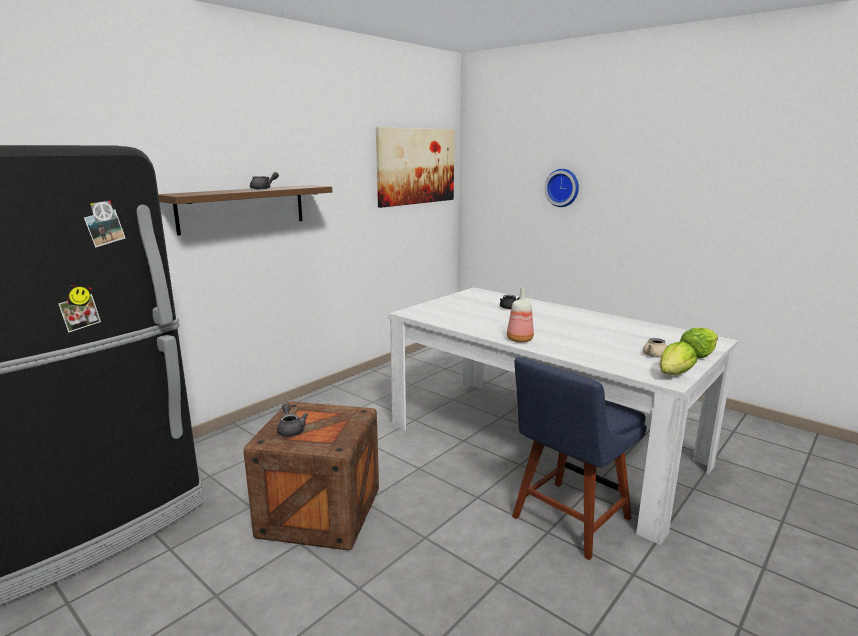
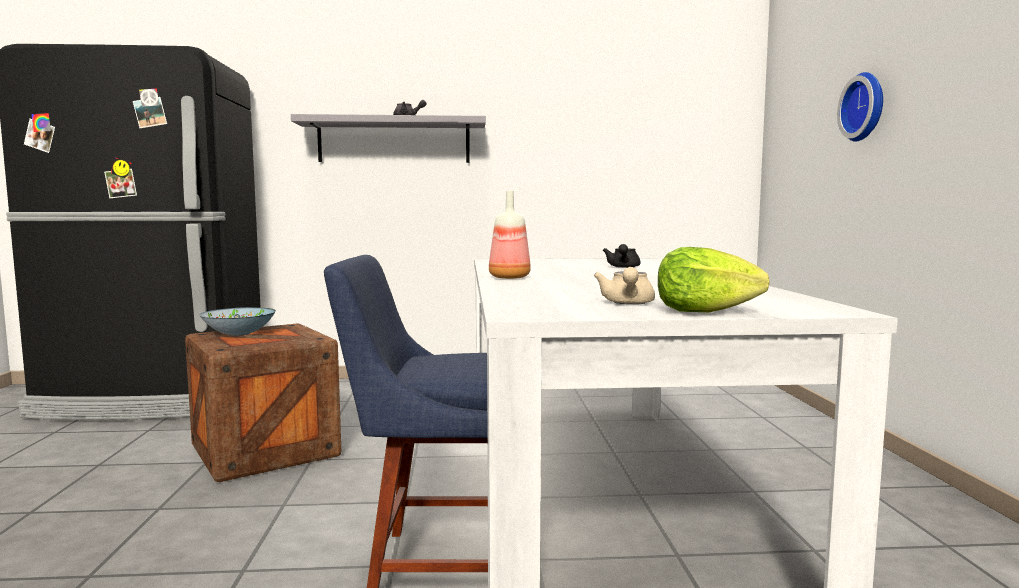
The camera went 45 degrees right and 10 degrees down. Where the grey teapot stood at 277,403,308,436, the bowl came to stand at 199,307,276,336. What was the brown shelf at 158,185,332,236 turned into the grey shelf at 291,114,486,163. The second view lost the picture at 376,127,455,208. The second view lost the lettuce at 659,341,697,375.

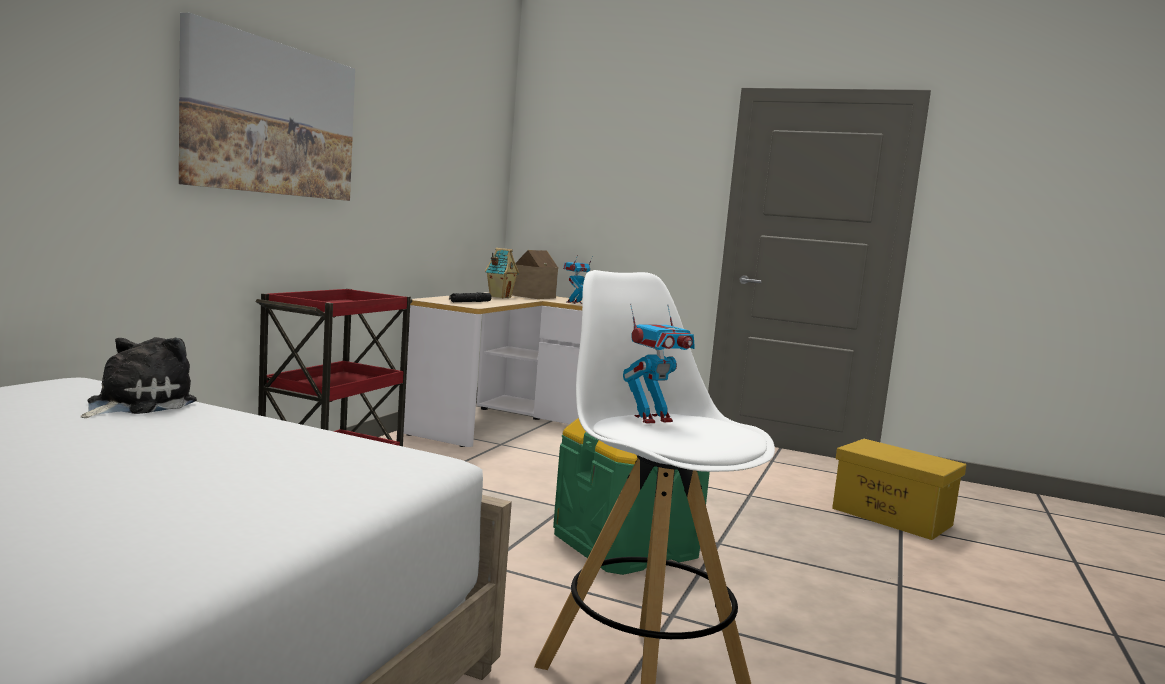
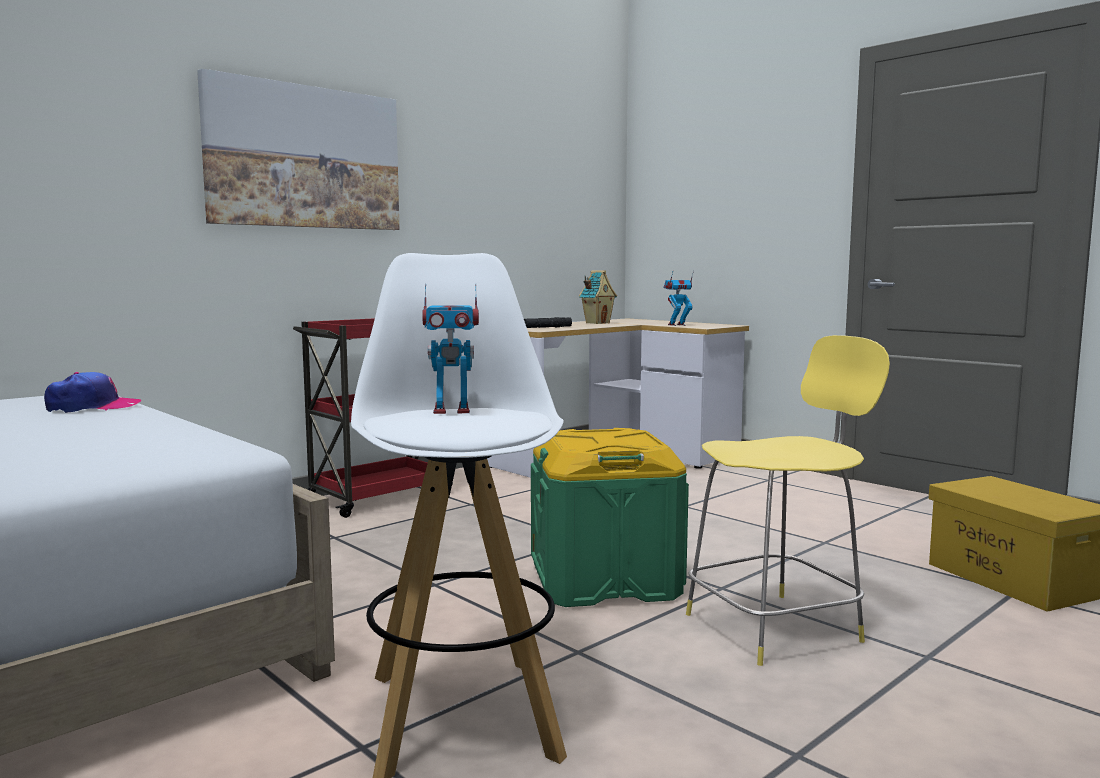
The camera went 25 degrees right and 0 degrees up. Where the plush toy stood at 80,337,197,418, the cap came to stand at 44,372,141,413. The second view gained the yellow stool at 686,335,890,666. The second view lost the toy house at 512,250,558,299.

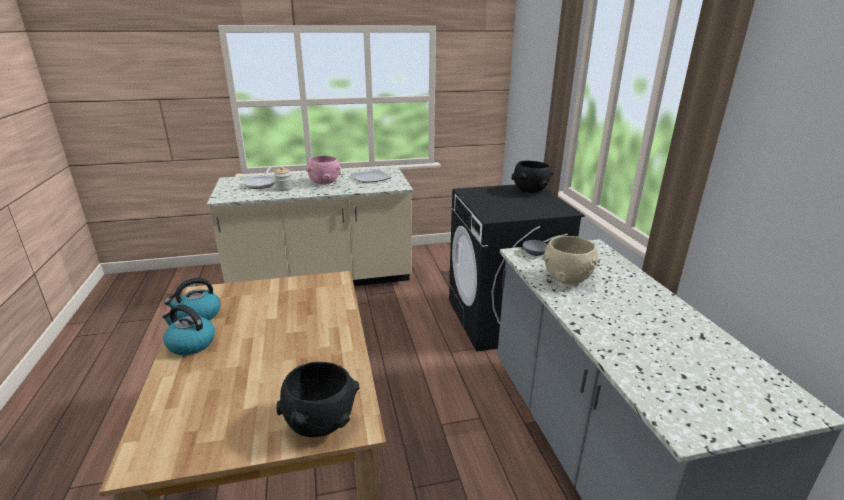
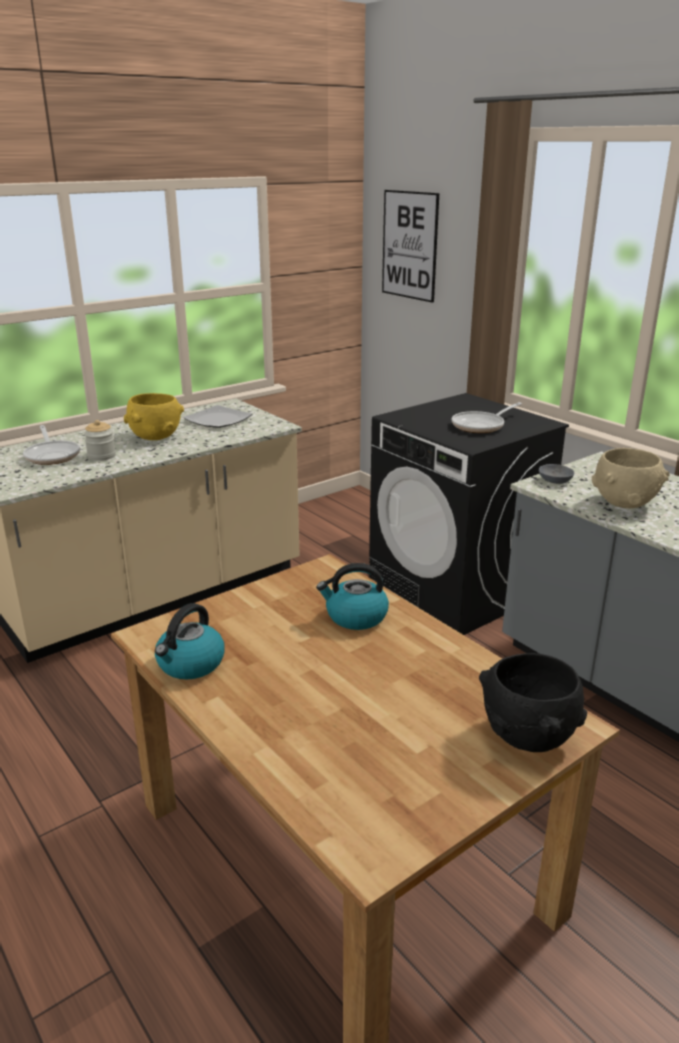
The camera went 25 degrees left and 0 degrees up. What was the pink bowl at 306,155,341,185 turned into the yellow bowl at 124,393,184,440. The kettle ended up elsewhere, having gone from 162,304,215,355 to 316,563,389,630. The second view gained the picture at 382,190,439,303. The second view gained the frying pan at 452,402,522,433. The second view lost the black bowl at 512,161,554,193.

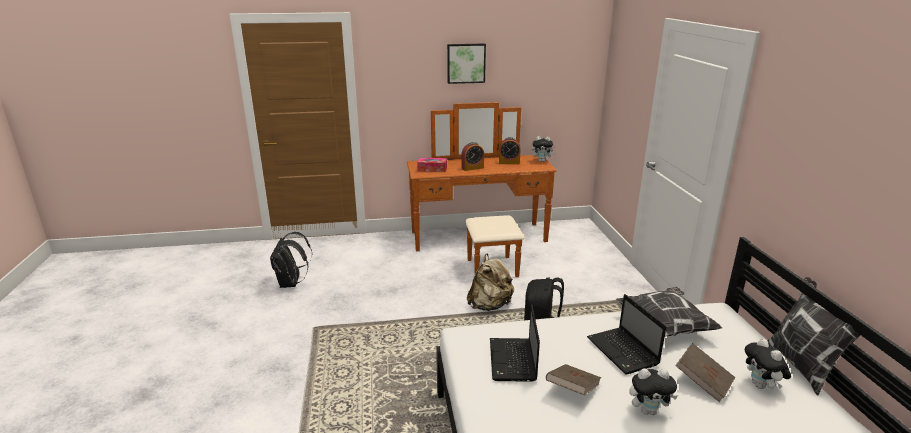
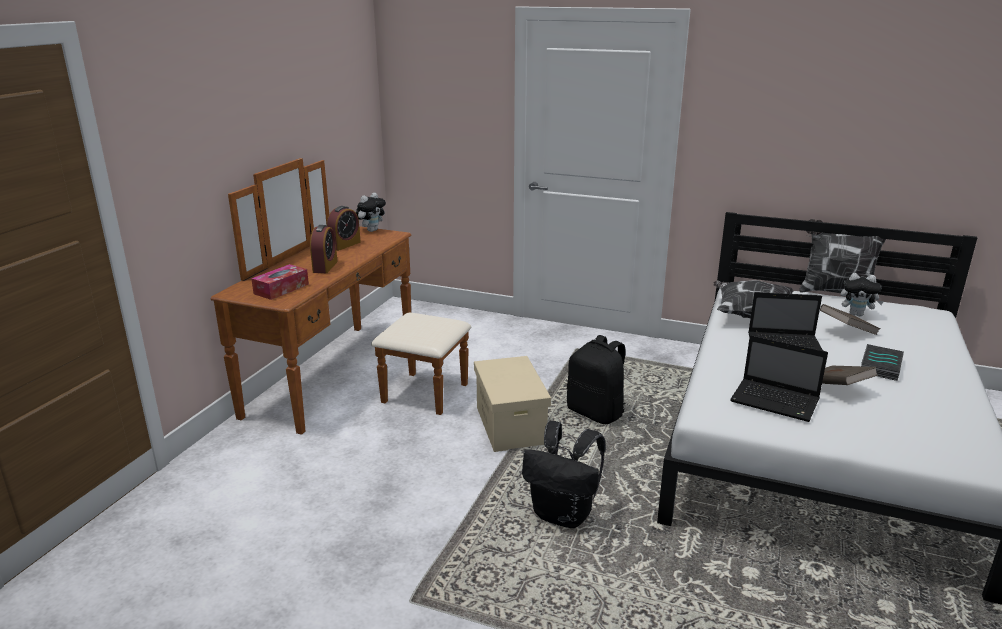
The camera went 60 degrees left and 0 degrees up. Where the beige backpack stood at 467,253,514,311, the beige storage box came to stand at 474,356,551,452. The black backpack ended up elsewhere, having gone from 270,232,312,288 to 522,421,606,528. Where the plush toy stood at 629,368,678,415, the book came to stand at 861,344,904,381. The second view lost the picture at 447,43,486,84.

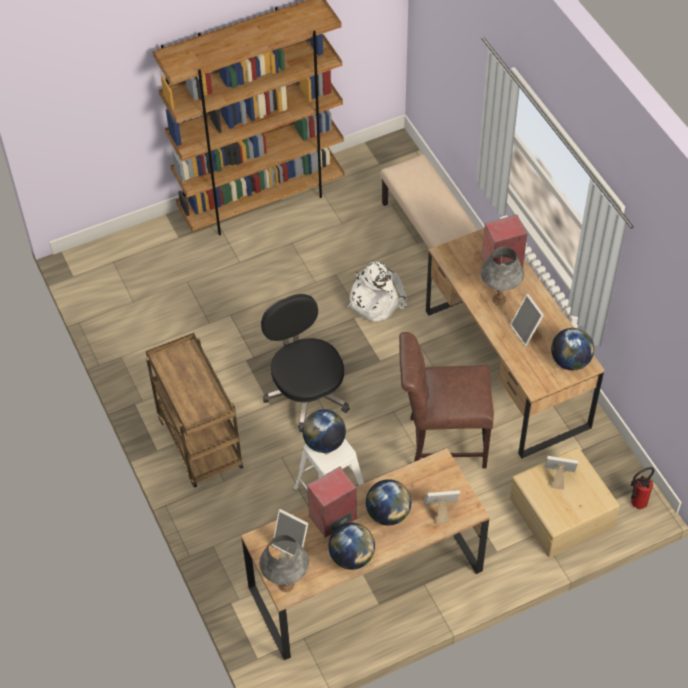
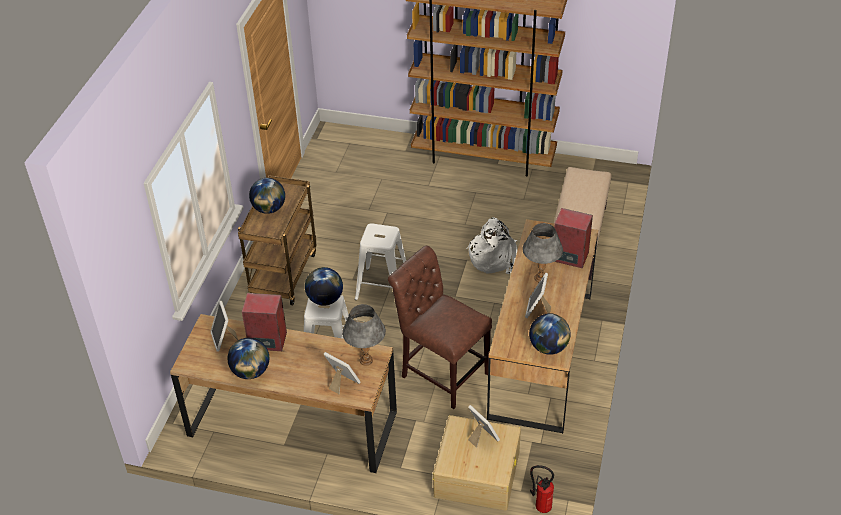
The camera went 40 degrees right and 10 degrees down. The globe ended up elsewhere, having gone from 366,479,411,525 to 249,178,285,214. The grey table lamp ended up elsewhere, having gone from 259,535,309,592 to 342,304,386,366. Where the black office chair stood at 261,294,350,432, the white stool came to stand at 355,223,406,300.

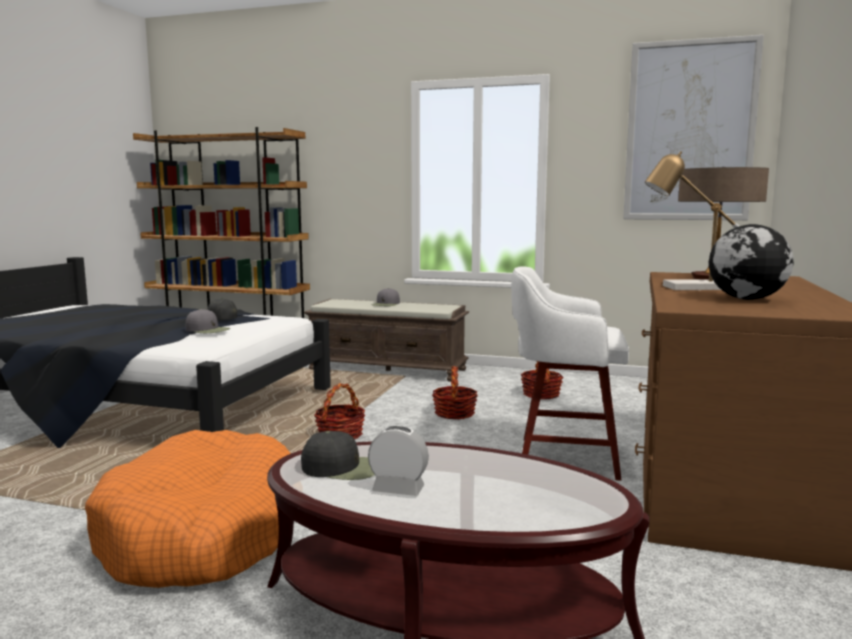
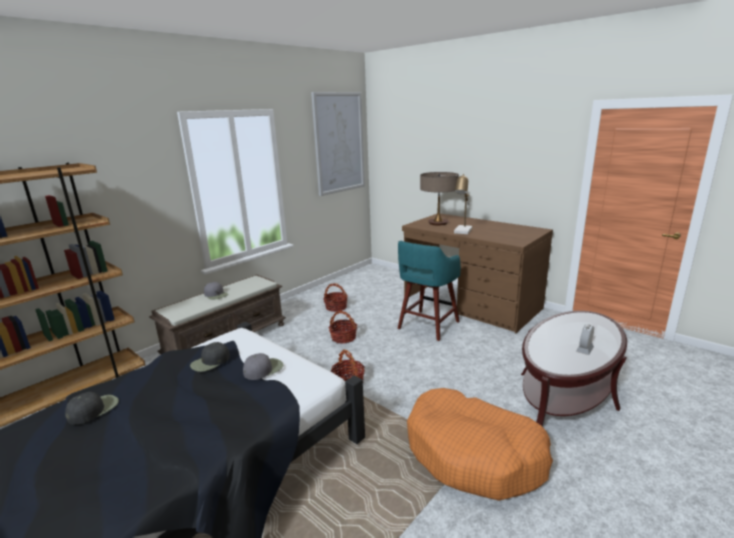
The camera went 65 degrees left and 10 degrees up. The black cap ended up elsewhere, having gone from 301,431,375,480 to 65,392,119,425. What was the white stool at 511,266,629,481 turned into the turquoise stool at 397,241,461,341. The second view lost the globe at 709,224,794,300.

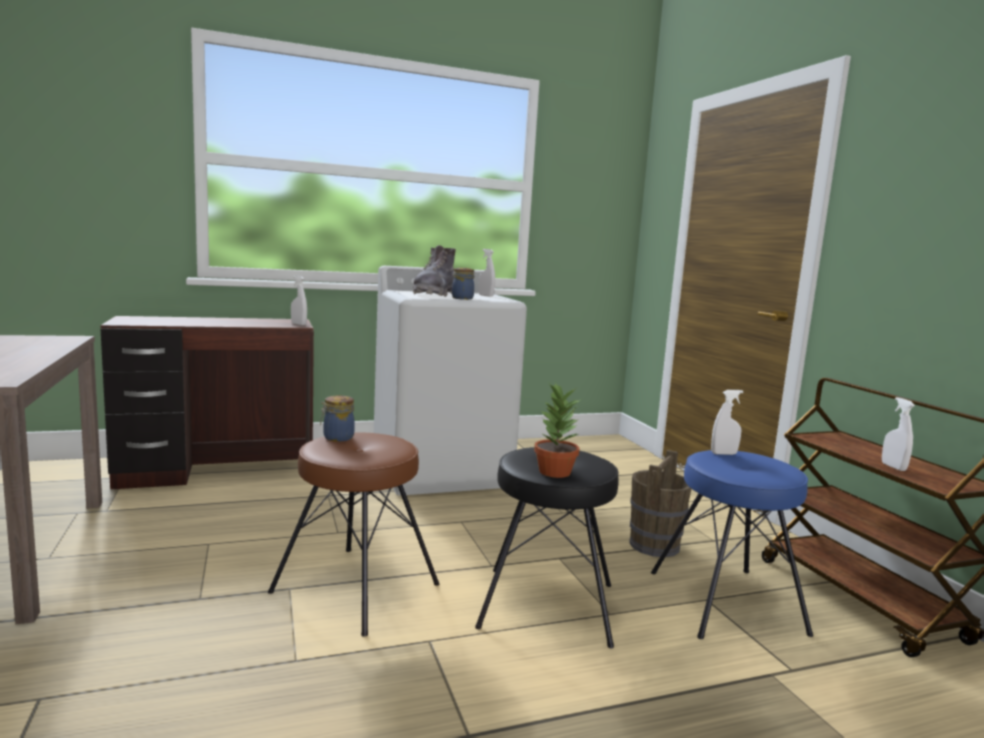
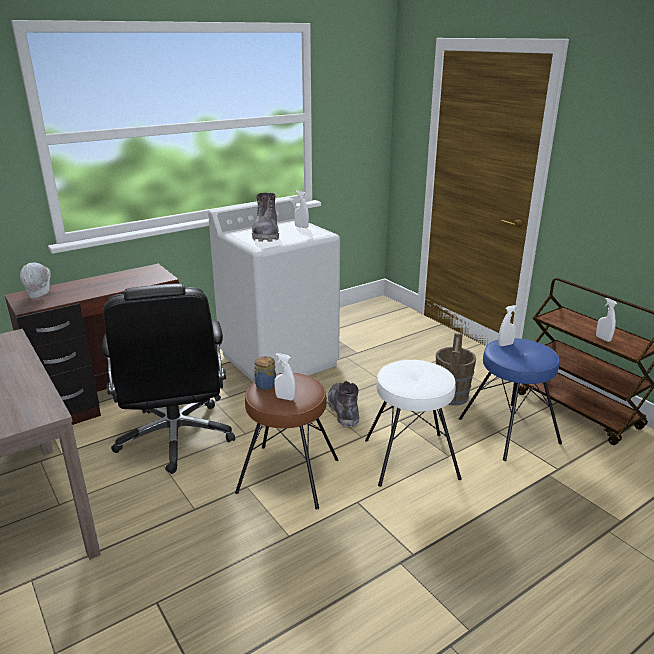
The camera went 15 degrees left and 15 degrees up. The second view gained the white hard hat at 20,262,51,298. The second view gained the black office chair at 102,283,235,474. The white spray bottle ended up elsewhere, having gone from 291,276,307,325 to 274,353,296,400. The second view gained the grey boot at 328,381,359,428. What was the black stool at 475,447,619,649 turned into the white stool at 365,360,462,487. The second view lost the jar at 452,268,474,300. The second view lost the potted plant at 534,383,580,478.

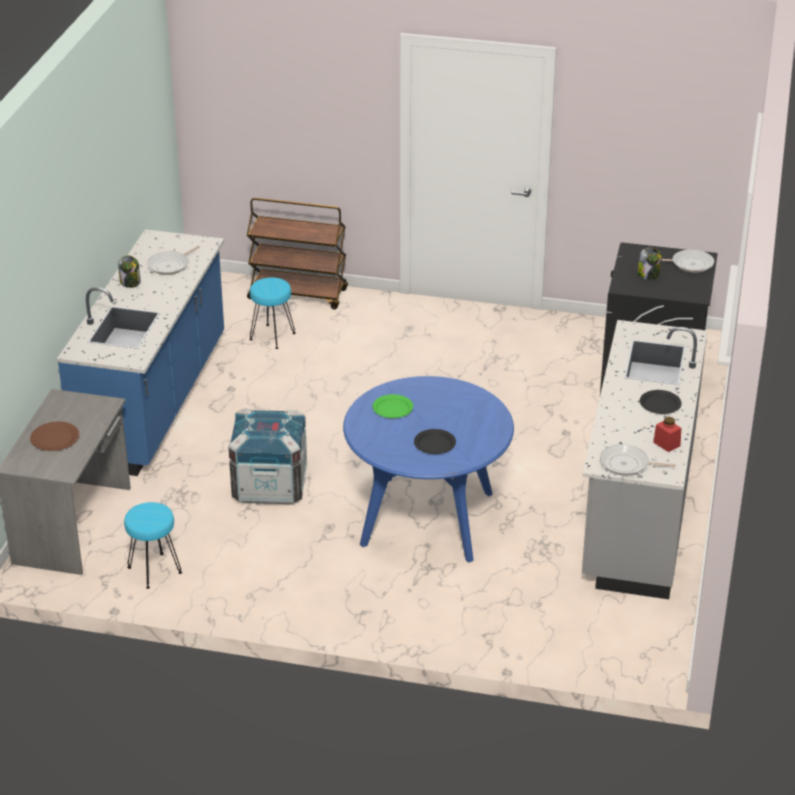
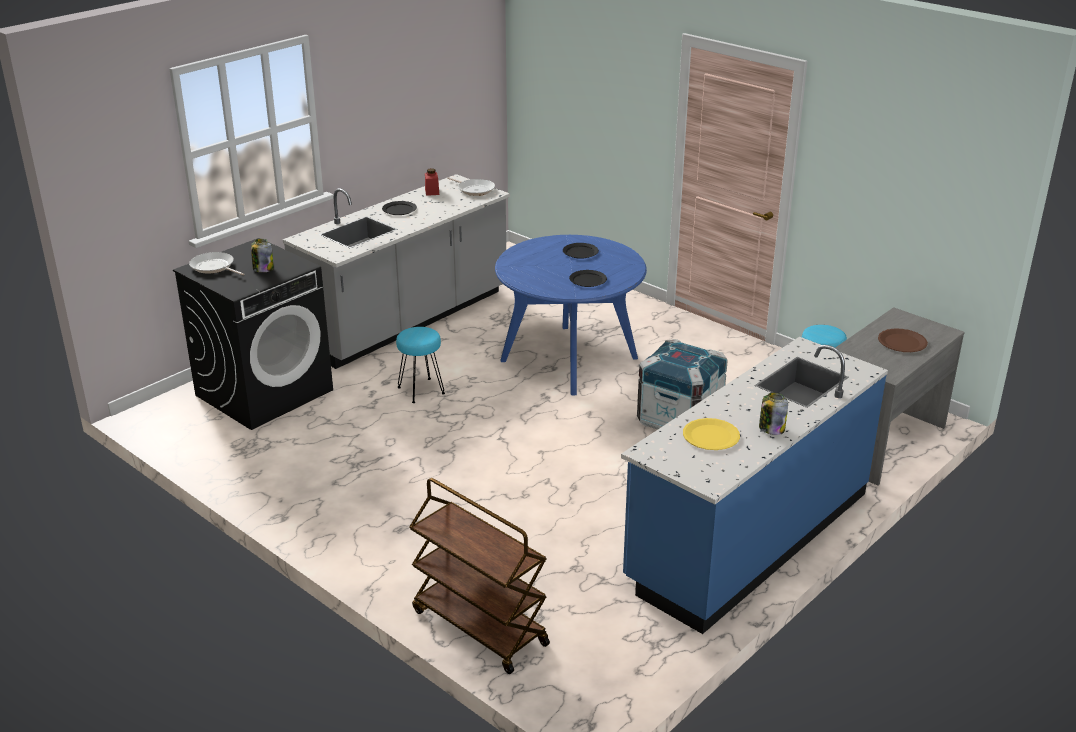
The camera went 150 degrees left and 5 degrees down. The turquoise stool ended up elsewhere, having gone from 249,277,295,349 to 396,327,445,403. What was the green plate at 373,394,413,418 turned into the black plate at 569,270,607,287. Where the frying pan stood at 147,246,200,275, the yellow plate came to stand at 683,418,740,450.

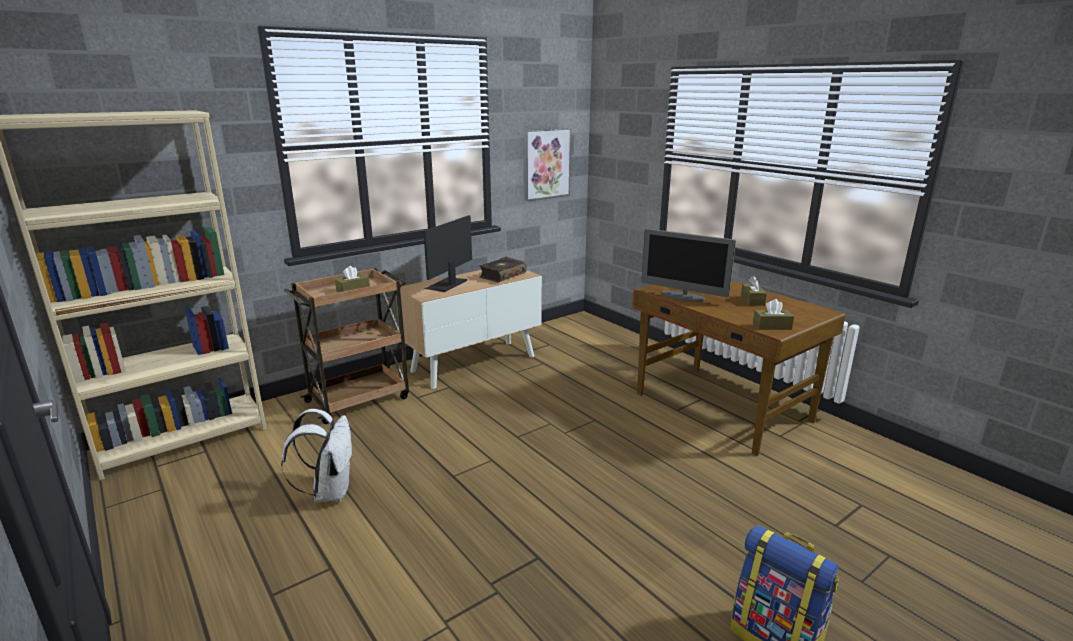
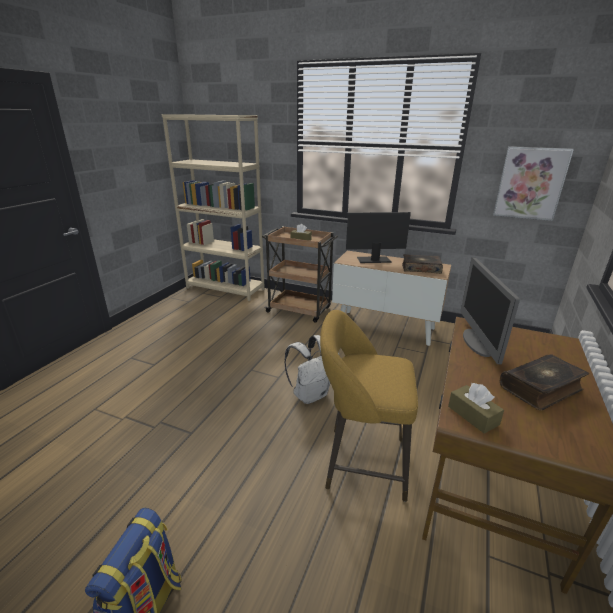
The camera went 60 degrees right and 5 degrees up. The white backpack ended up elsewhere, having gone from 281,409,354,503 to 284,335,339,404. The second view gained the yellow stool at 320,310,418,502. Where the brown tissue box stood at 741,276,767,306, the book came to stand at 500,354,589,411.

